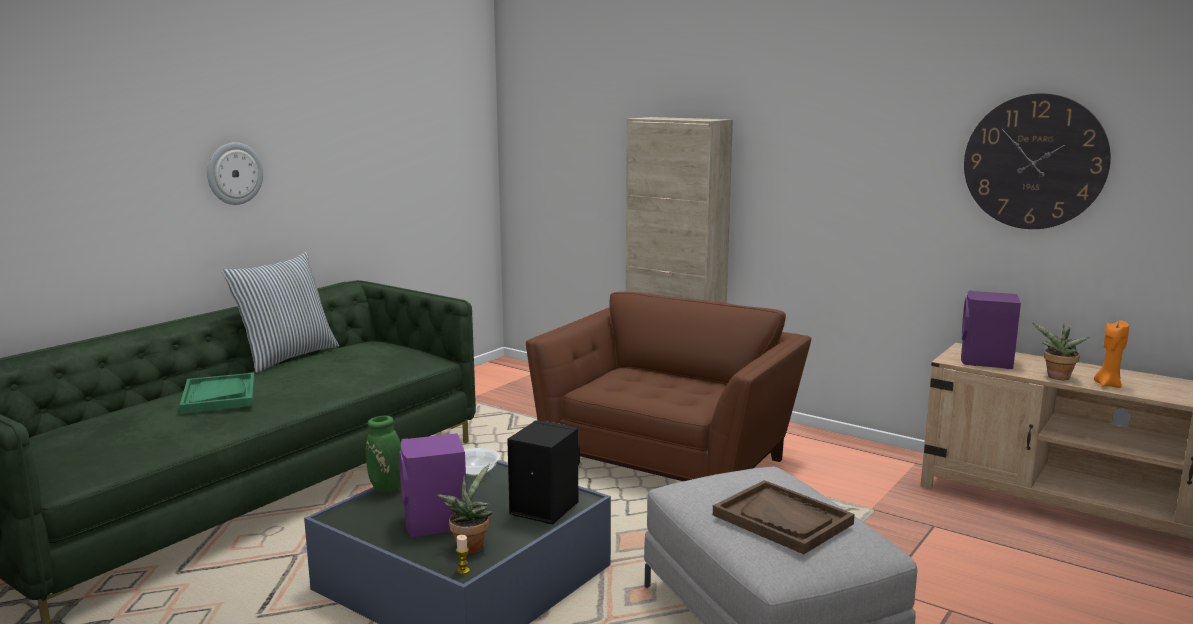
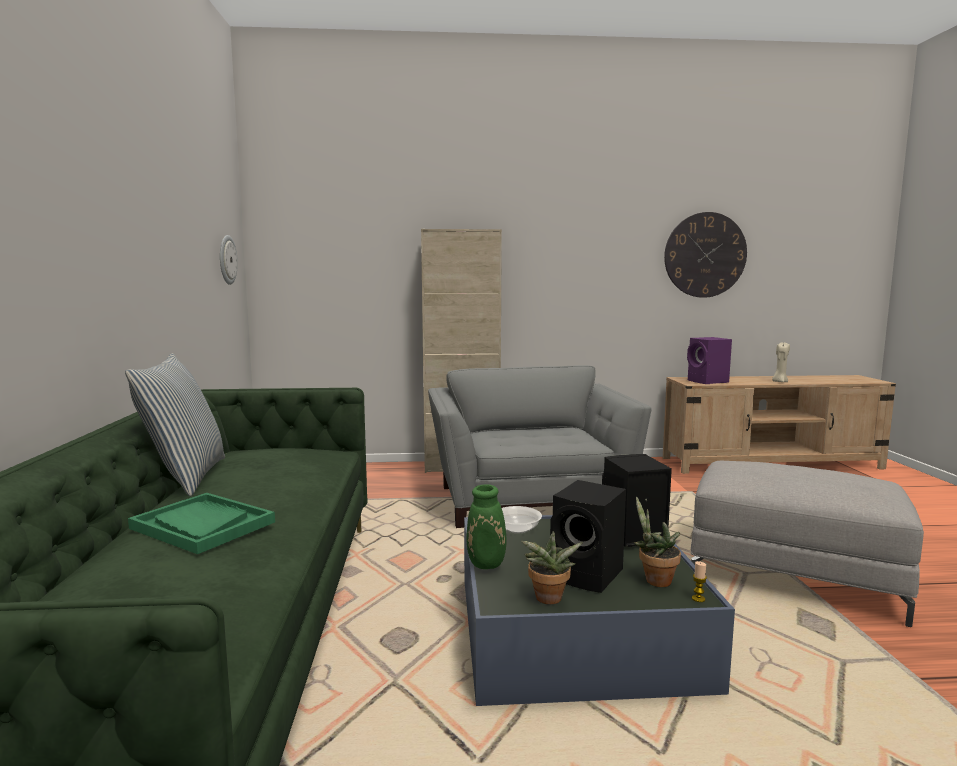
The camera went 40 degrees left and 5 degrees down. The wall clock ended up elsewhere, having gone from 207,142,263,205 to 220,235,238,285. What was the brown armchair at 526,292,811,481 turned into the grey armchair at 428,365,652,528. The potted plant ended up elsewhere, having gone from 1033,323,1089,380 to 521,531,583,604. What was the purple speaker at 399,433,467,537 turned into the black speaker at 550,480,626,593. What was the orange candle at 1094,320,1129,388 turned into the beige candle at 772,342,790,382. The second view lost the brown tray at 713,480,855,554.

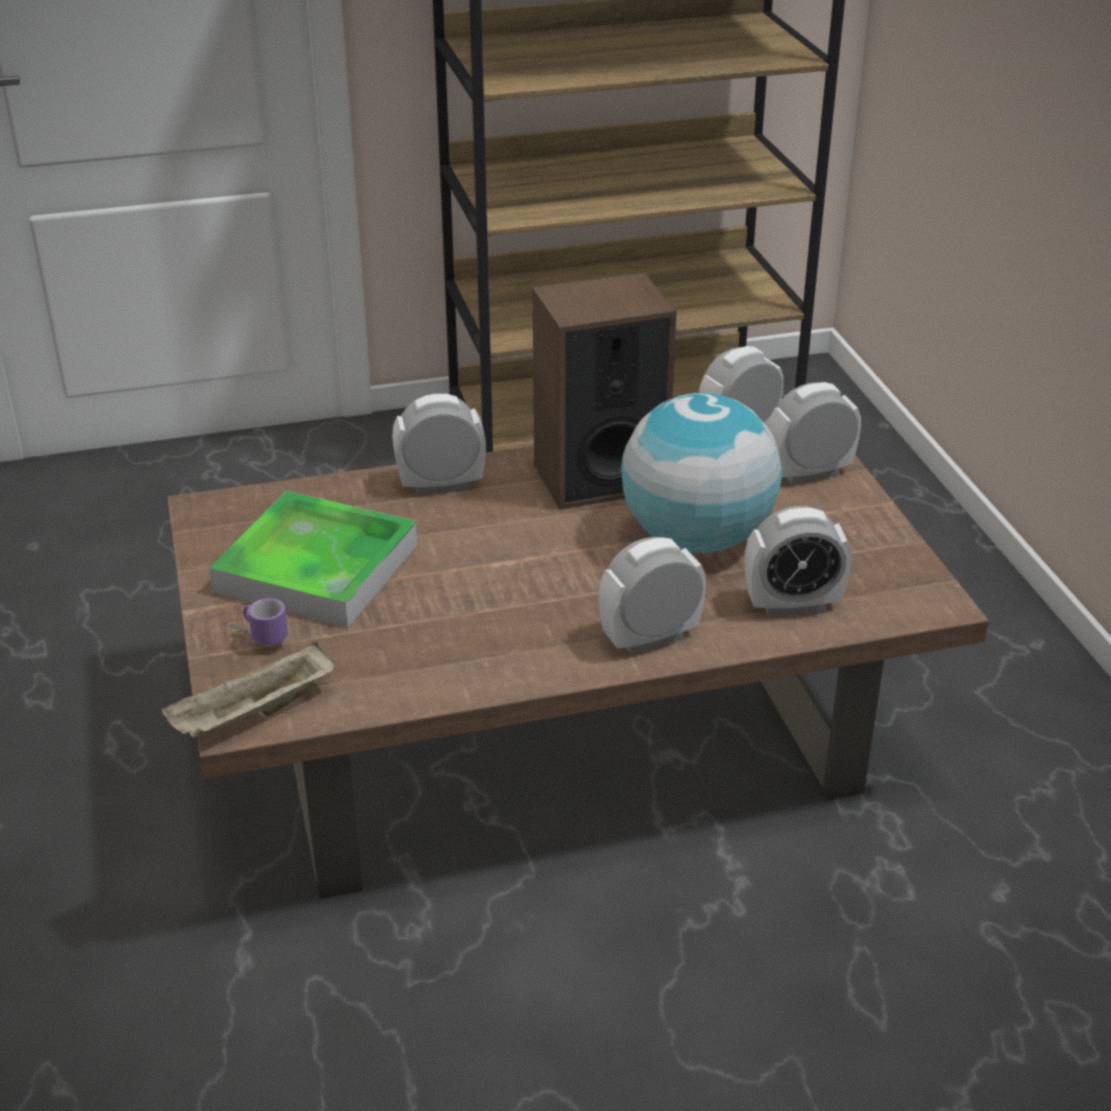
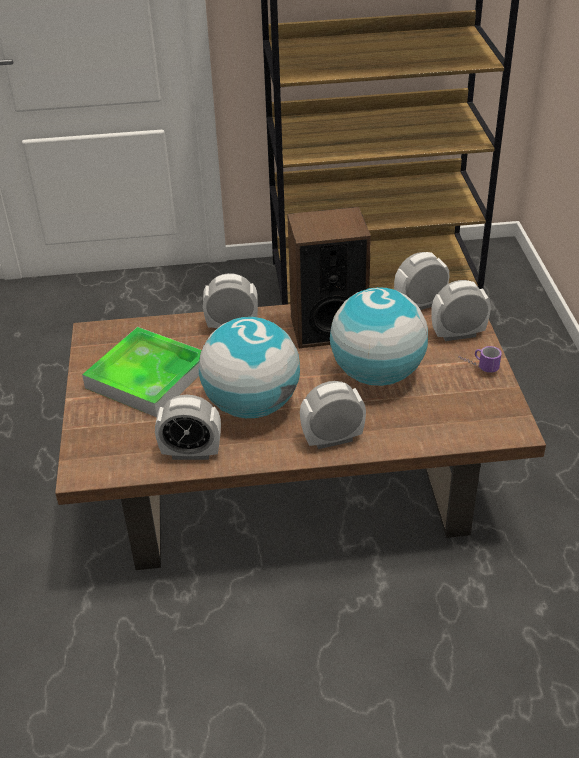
The camera went 10 degrees right and 5 degrees up. The alarm clock ended up elsewhere, having gone from 745,506,852,616 to 155,395,221,460. The second view gained the globe at 199,317,300,418. The mug ended up elsewhere, having gone from 222,598,288,645 to 459,346,502,373. The second view lost the beige tray at 162,642,335,738.

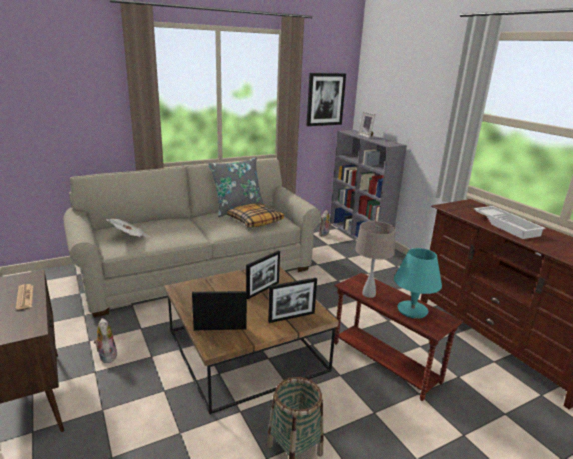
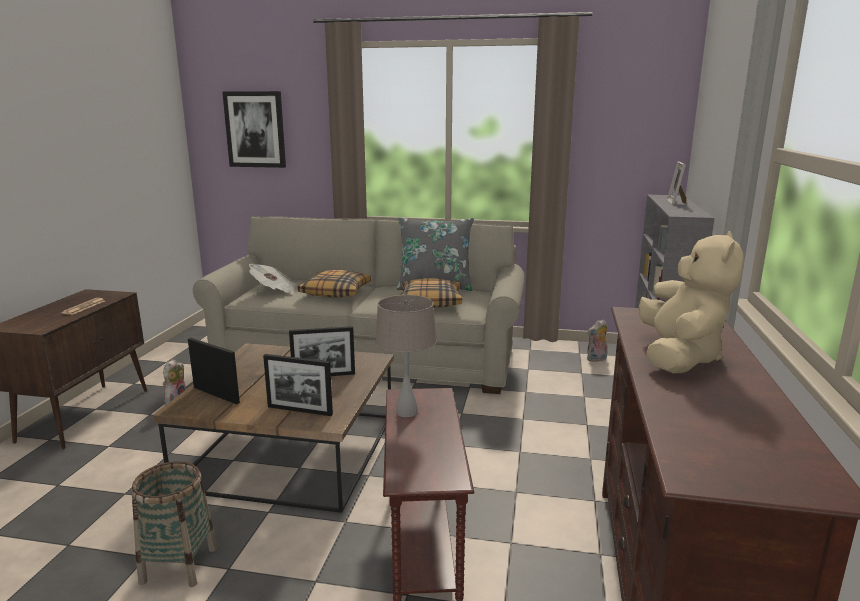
The camera went 40 degrees right and 5 degrees down. The picture ended up elsewhere, having gone from 306,73,346,126 to 222,91,286,168. The second view gained the pillow at 298,270,371,298. Where the white tray stood at 474,206,546,239, the beige plush toy came to stand at 639,231,744,373. The second view lost the turquoise table lamp at 394,248,442,319.

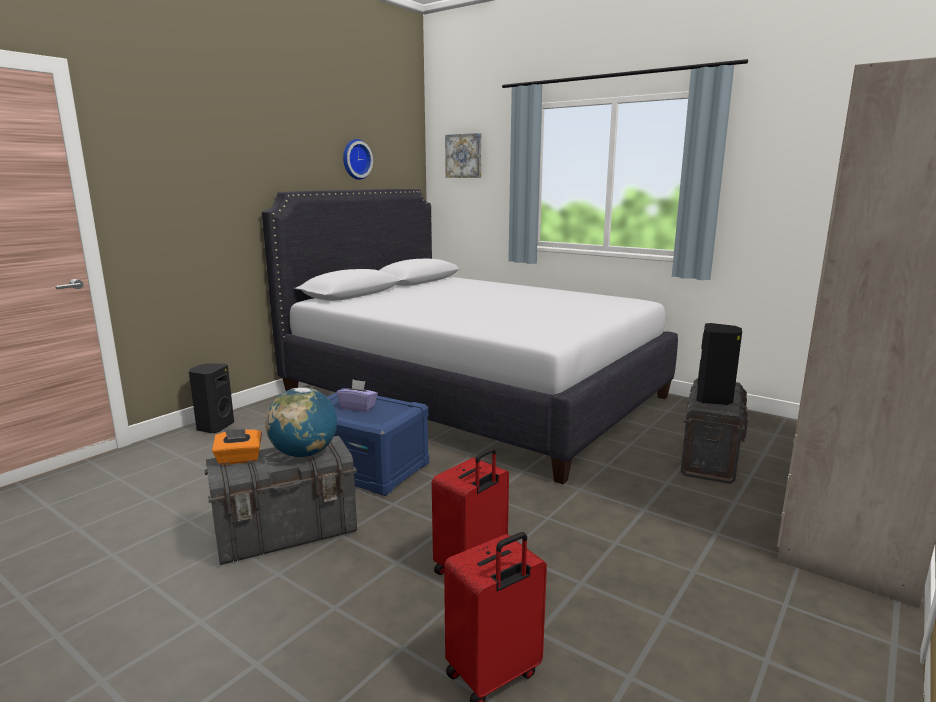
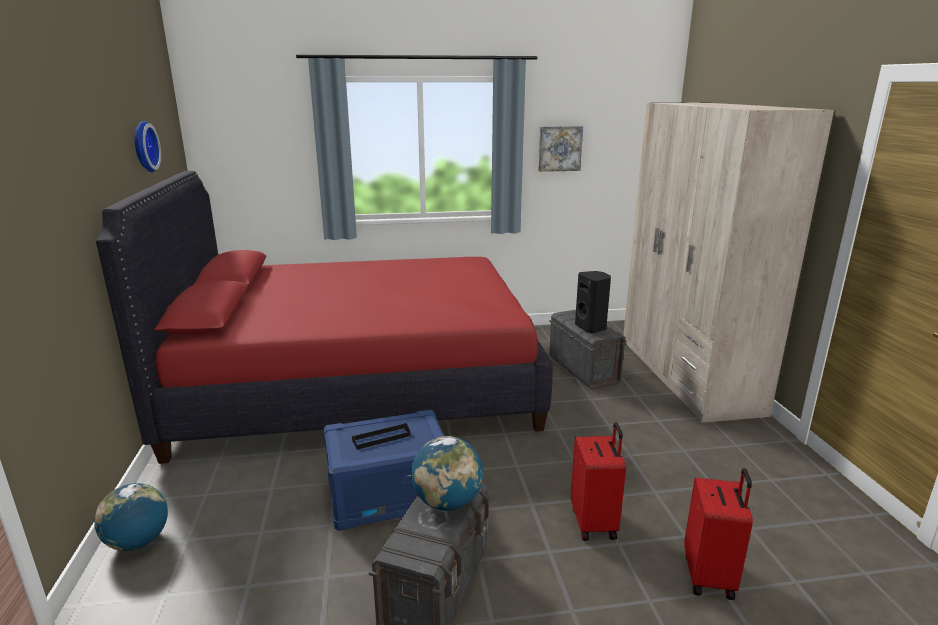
The camera went 45 degrees left and 5 degrees up. Where the black speaker stood at 189,363,234,433, the globe came to stand at 94,483,168,551. What was the white bed at 262,189,678,484 turned into the red bed at 96,171,553,464. Where the purple tissue box stood at 337,379,378,412, the black tray came to stand at 352,423,410,450. The picture ended up elsewhere, having gone from 445,133,481,178 to 538,126,583,172. The second view lost the orange tissue box at 212,429,262,465.

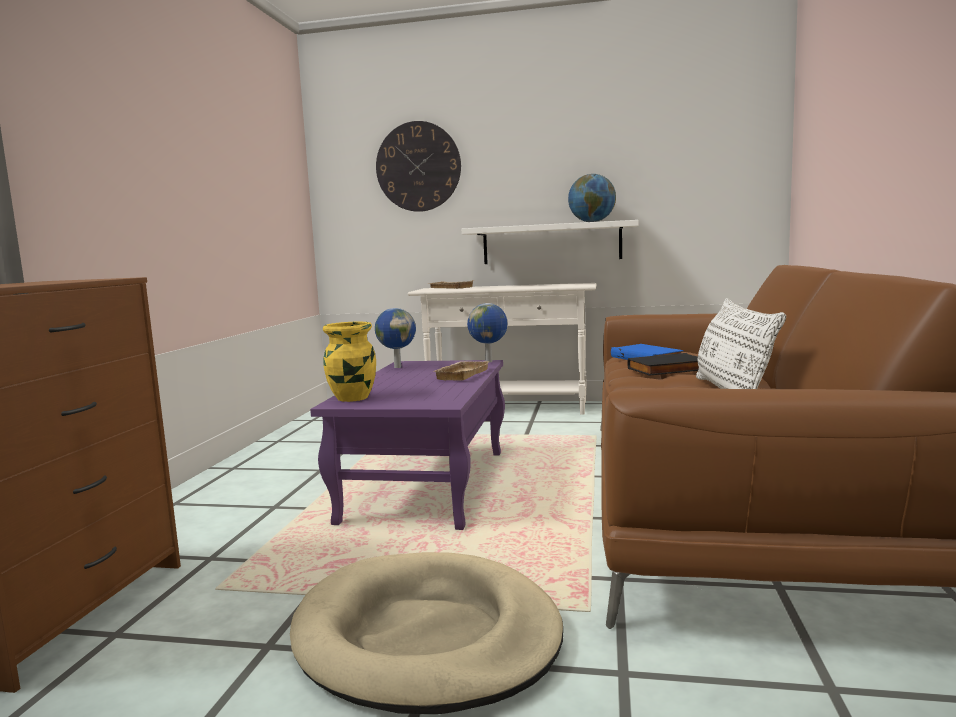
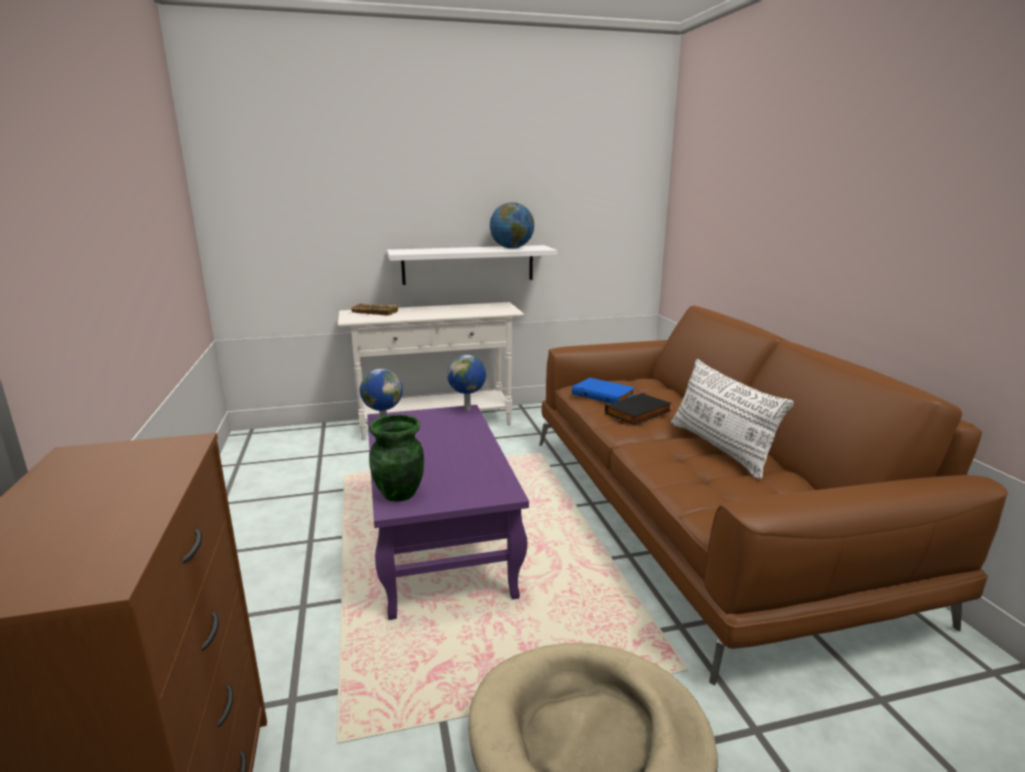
The camera went 25 degrees left and 10 degrees up. What was the yellow vase at 323,322,376,402 turned into the green vase at 369,414,424,502. The second view lost the wall clock at 376,121,461,212. The second view lost the beige tray at 434,361,490,381.

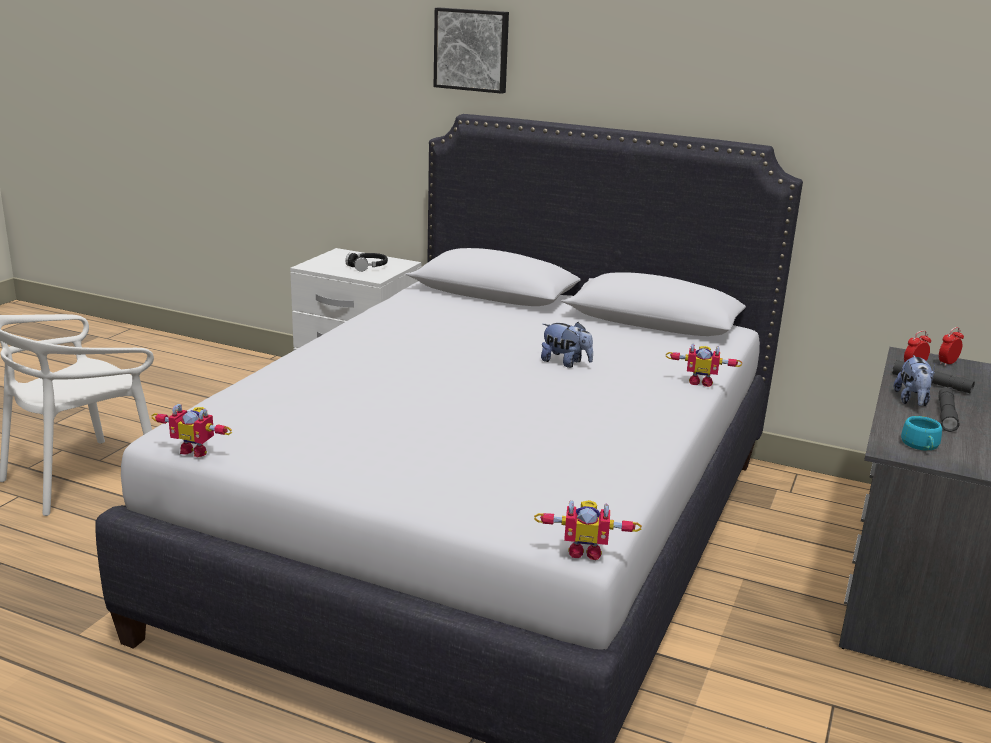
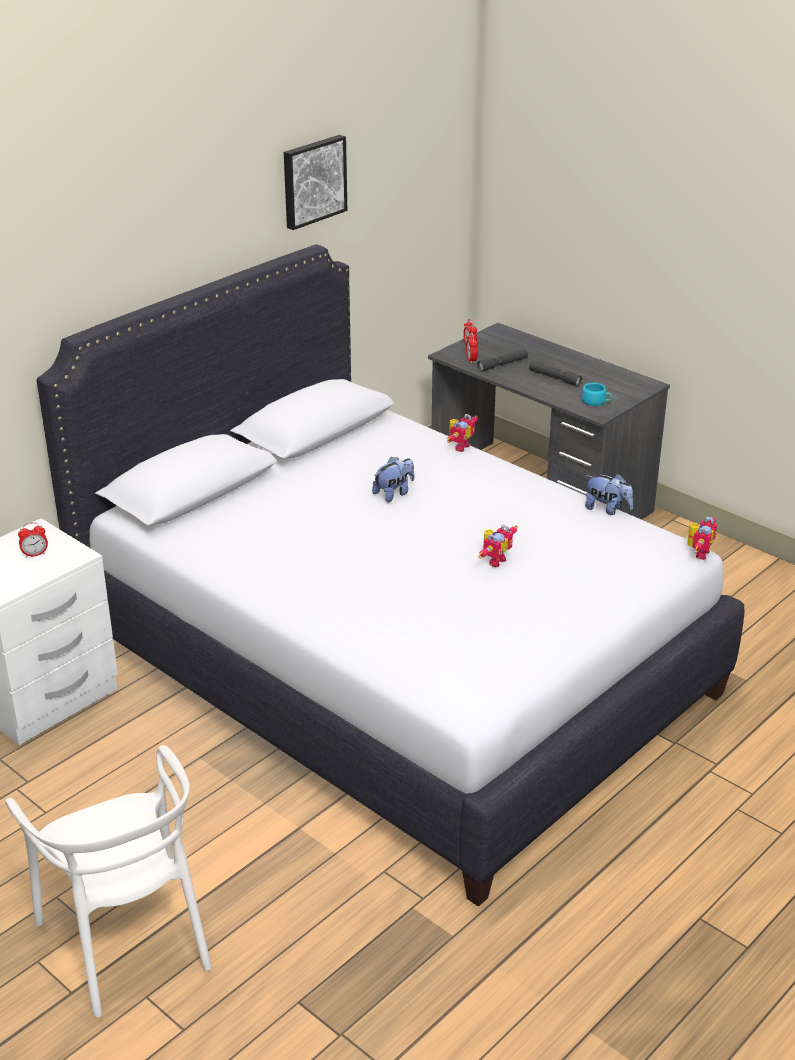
The camera went 70 degrees left and 10 degrees up. Where the black headphones stood at 345,253,388,272, the alarm clock came to stand at 18,523,48,558. The picture ended up elsewhere, having gone from 434,8,509,94 to 284,135,347,230. The toy robot ended up elsewhere, having gone from 151,404,232,457 to 478,524,518,567. The plush toy ended up elsewhere, having gone from 894,355,935,406 to 585,474,633,515.

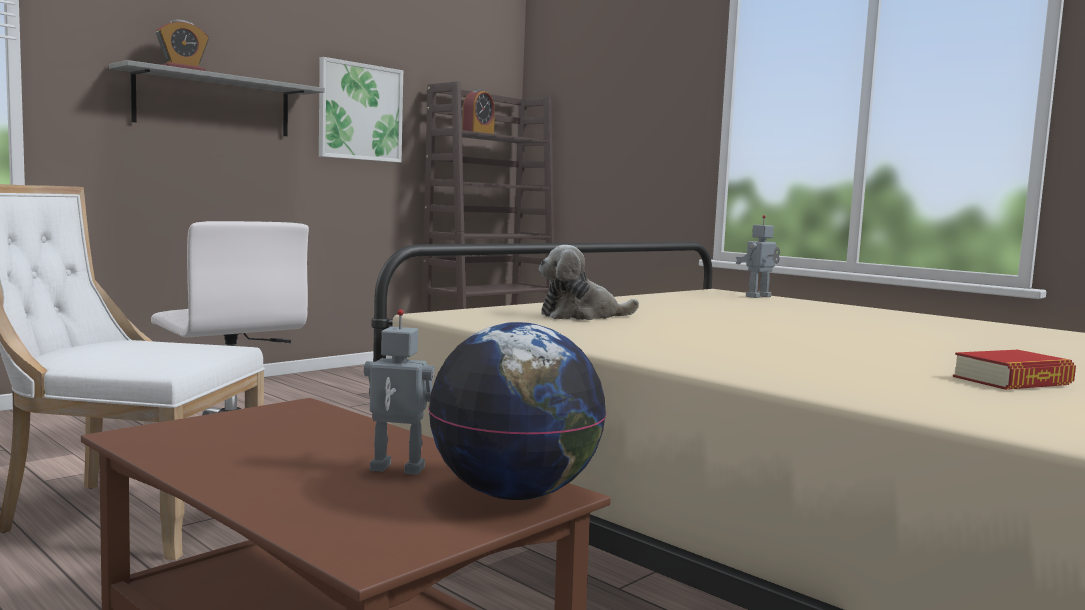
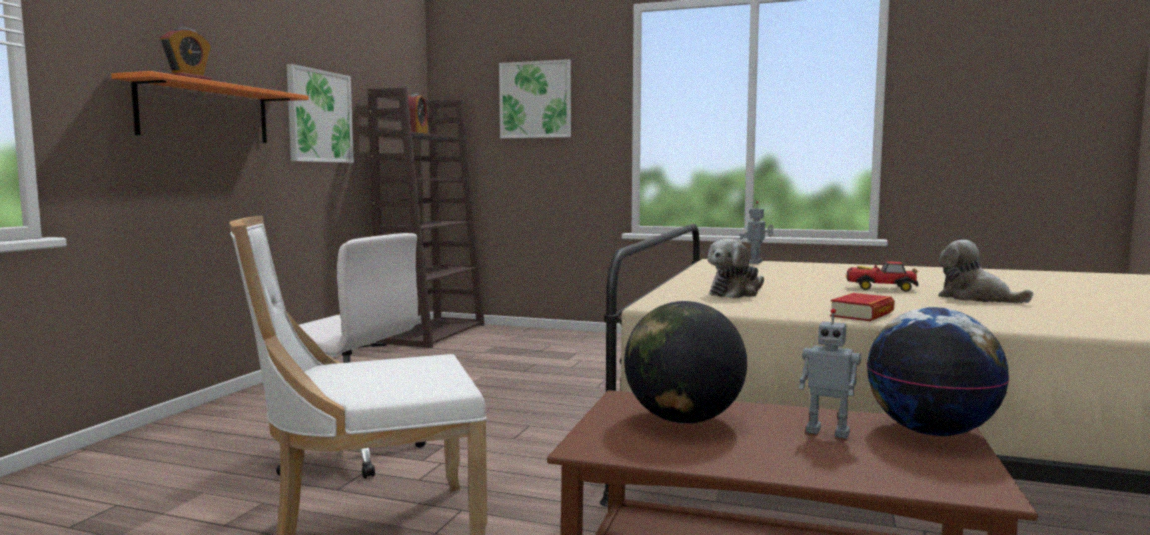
The camera went 25 degrees left and 0 degrees up. What was the grey shelf at 109,60,325,136 turned into the orange shelf at 111,71,309,143. The second view gained the picture at 499,59,571,139. The second view gained the globe at 624,301,747,424. The toy robot at 364,309,435,475 ended up facing another way, 135 degrees counterclockwise from before. The book ended up elsewhere, having gone from 953,350,1076,390 to 830,293,895,321. The second view gained the toy car at 845,261,919,292. The second view gained the plush toy at 938,240,1033,303.

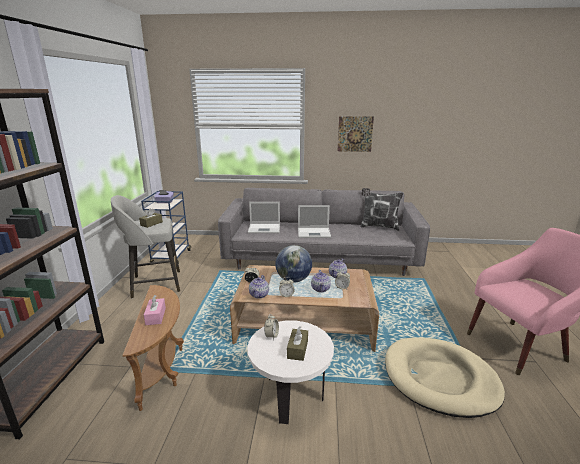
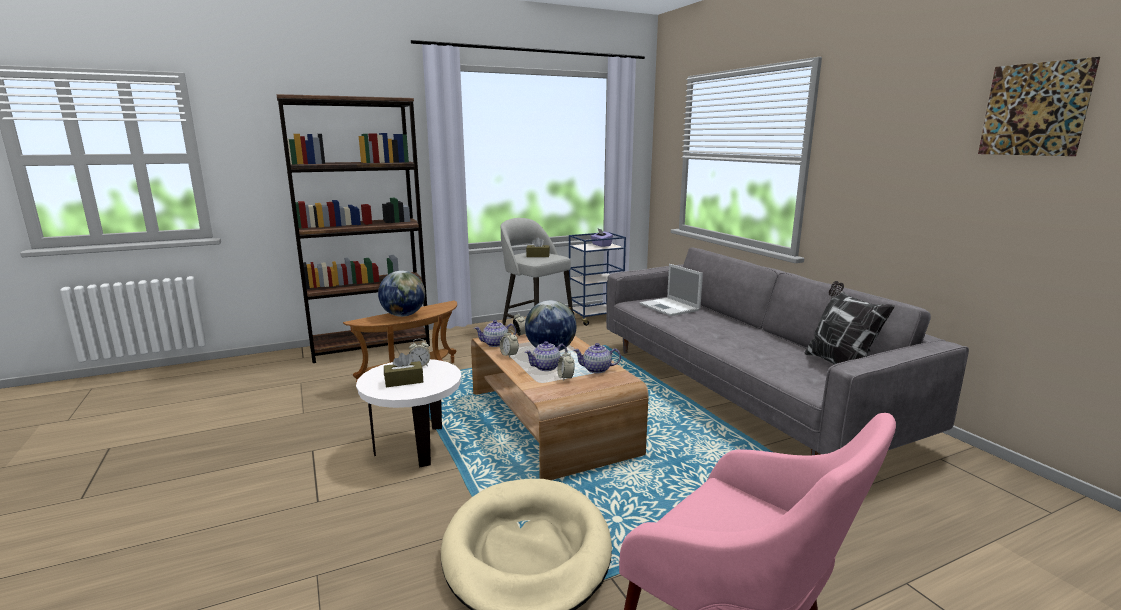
The camera went 60 degrees right and 5 degrees down. Where the pink tissue box stood at 144,295,166,325, the globe came to stand at 378,271,425,317. The picture ended up elsewhere, having gone from 338,116,374,152 to 978,57,1100,156. The second view lost the laptop at 298,205,331,238.

